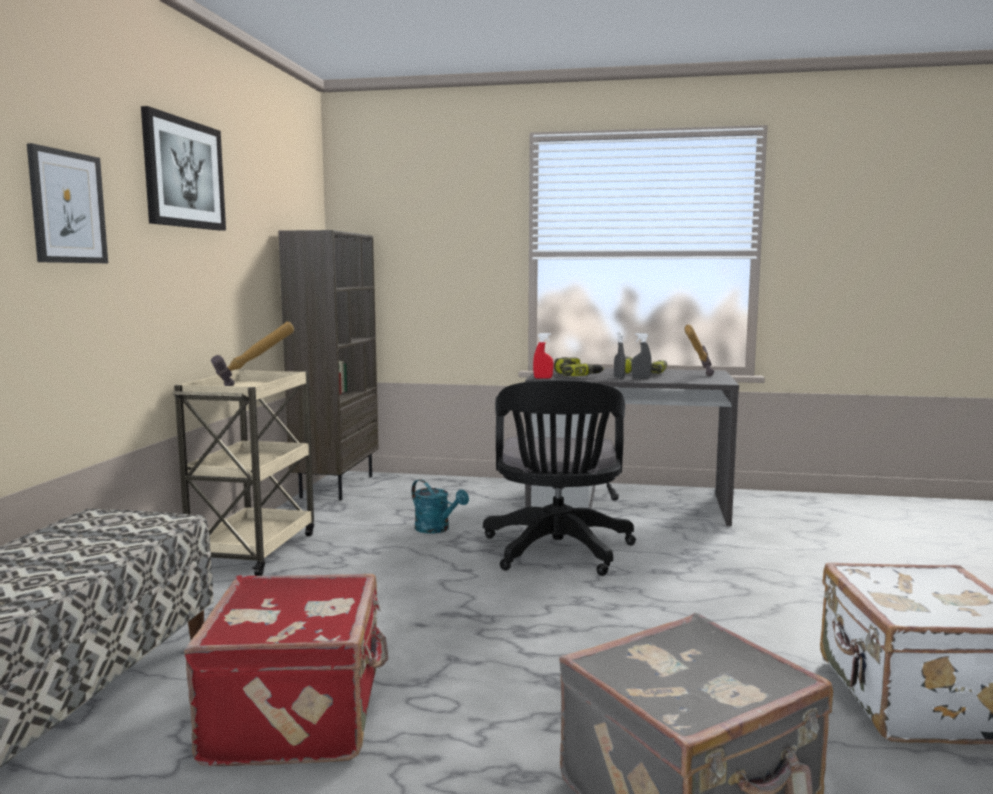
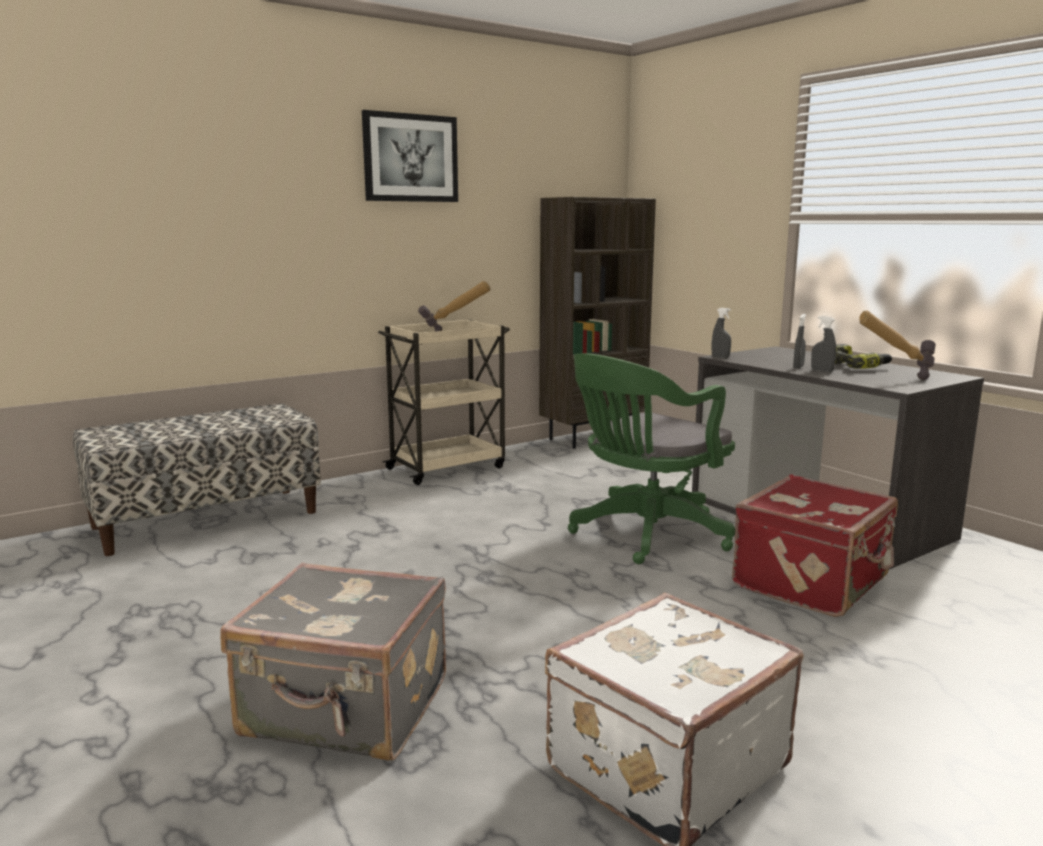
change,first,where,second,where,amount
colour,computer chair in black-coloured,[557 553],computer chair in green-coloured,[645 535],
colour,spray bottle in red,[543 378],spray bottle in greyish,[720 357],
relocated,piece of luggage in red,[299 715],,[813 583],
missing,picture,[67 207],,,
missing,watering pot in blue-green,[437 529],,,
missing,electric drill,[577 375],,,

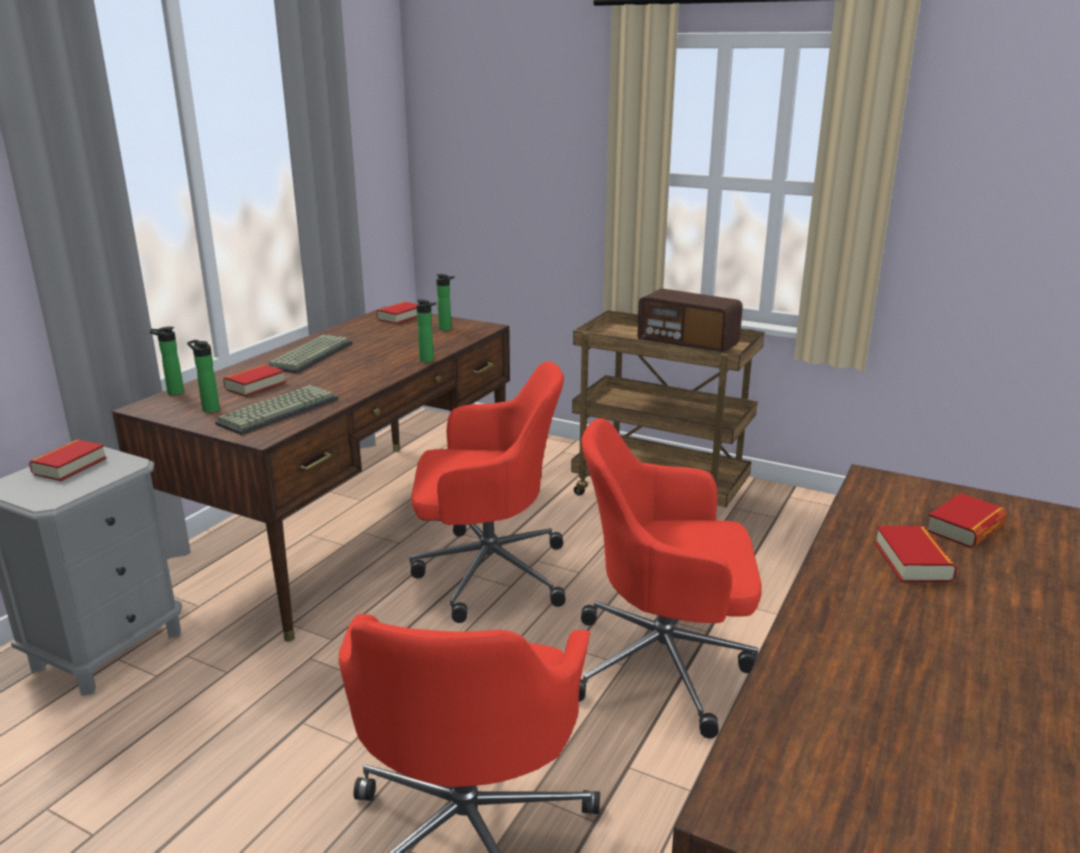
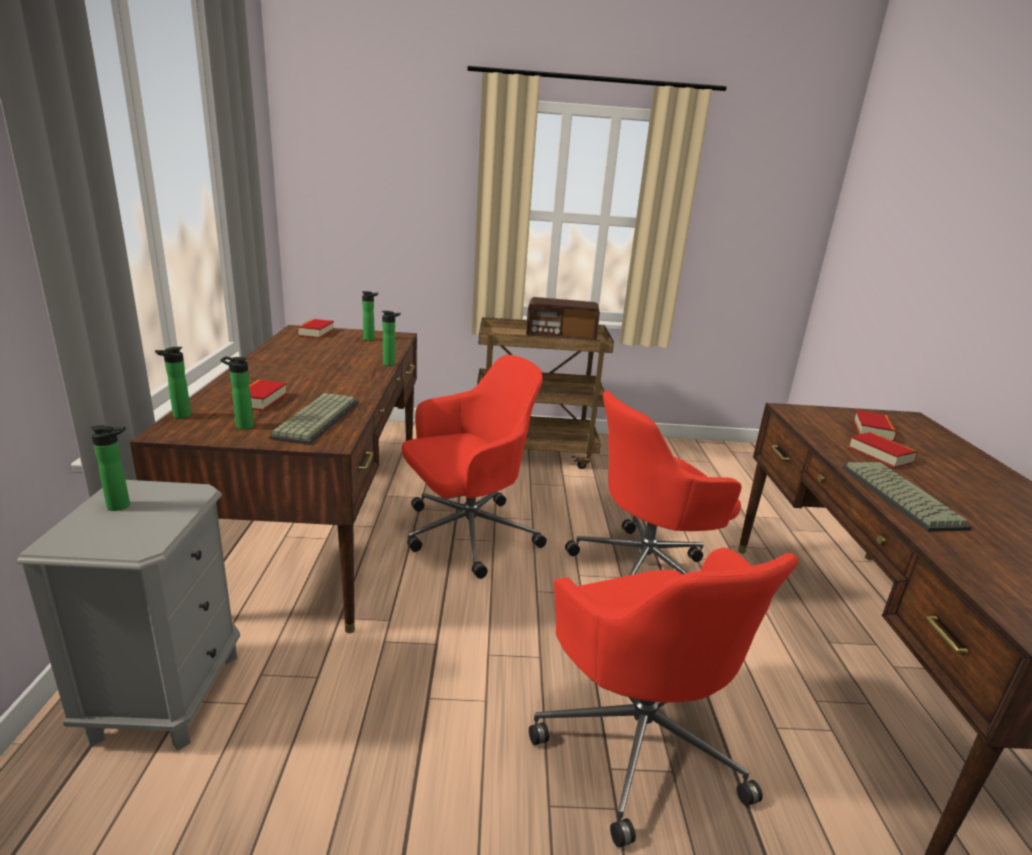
change,first,where,second,where,amount
exchanged,book,[69 466],drink bottle,[122 506],
relocated,keyboard,[310 355],,[897 496],

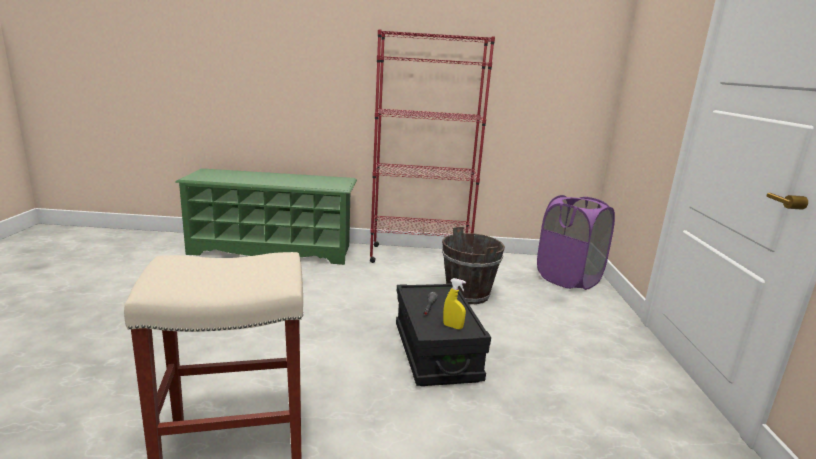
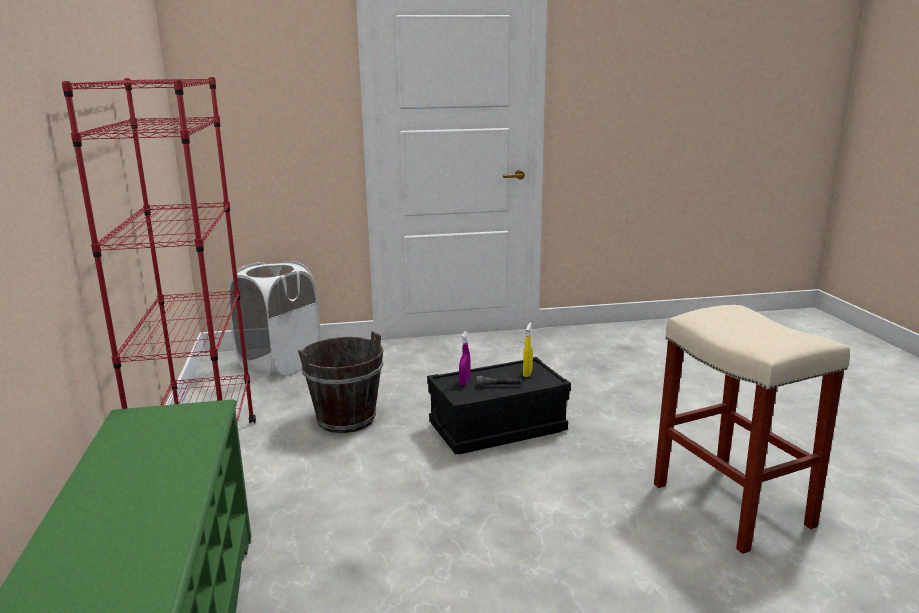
change,first,where,second,where,amount
colour,hamper in purple,[568 279],hamper in whitish,[279 364],
appeared,,,spray bottle in purple,[464 382],

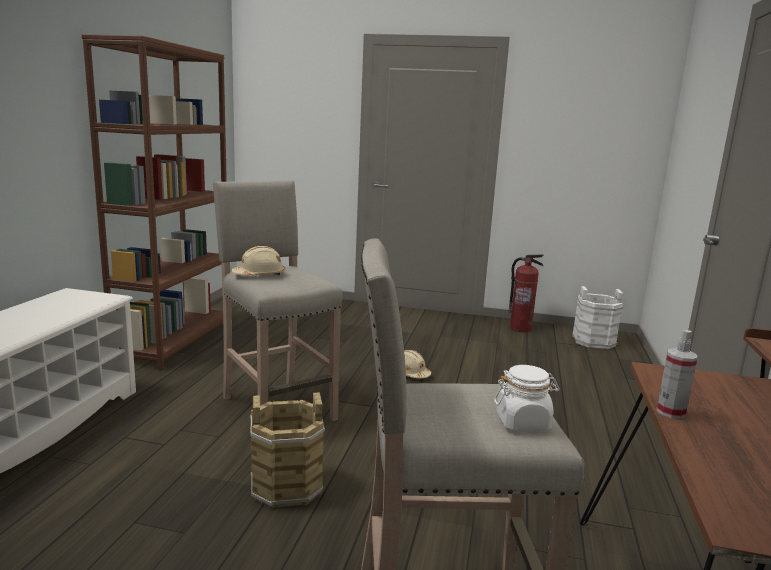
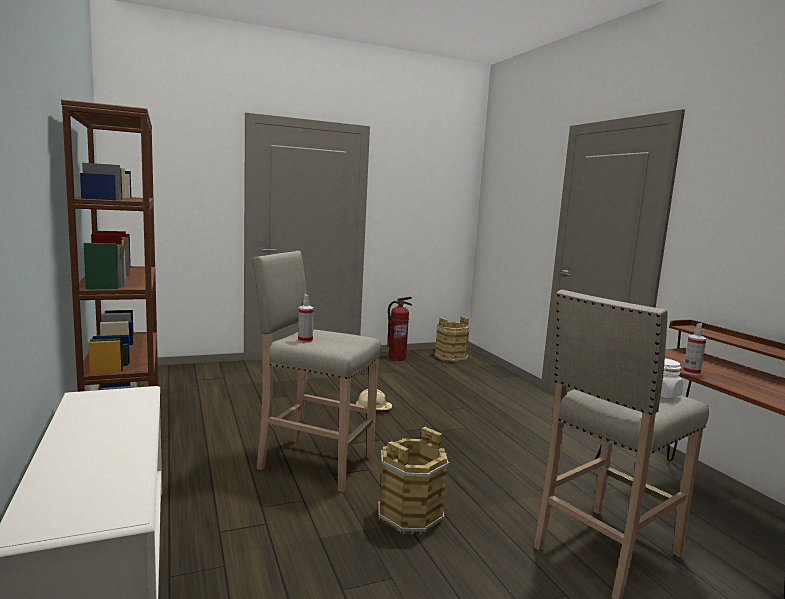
change,first,where,second,where,amount
exchanged,safety helmet in sand-coloured,[259 275],spray bottle,[305 340],
colour,pail in whitish,[594 341],pail in brown,[451 357],

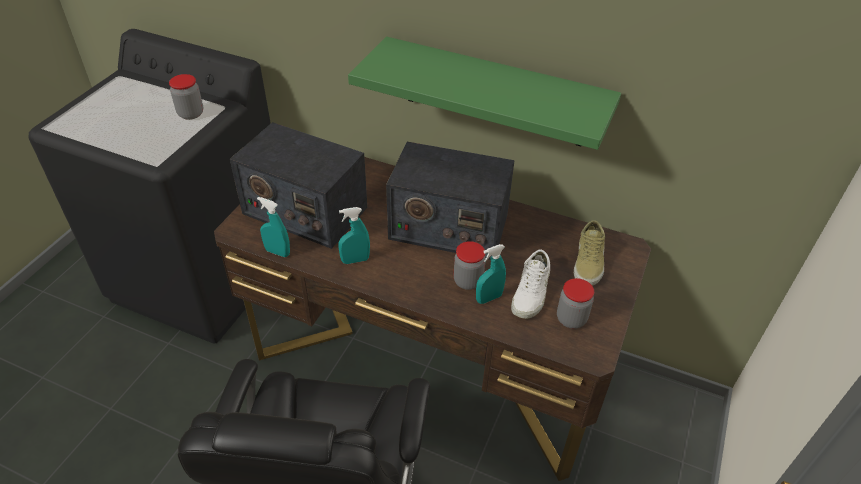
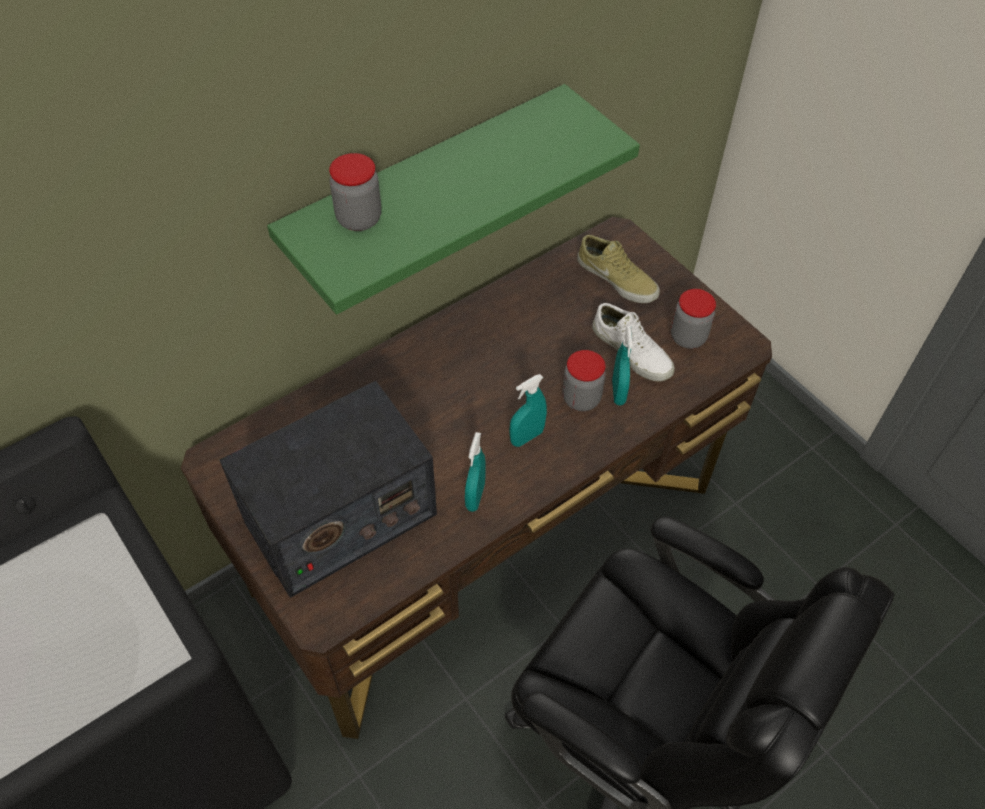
change,first,where,second,where,amount
relocated,storage jar,[191 114],,[359 219],
relocated,spray bottle in blue-green,[277 252],,[526 437],
missing,radio,[448 226],,,

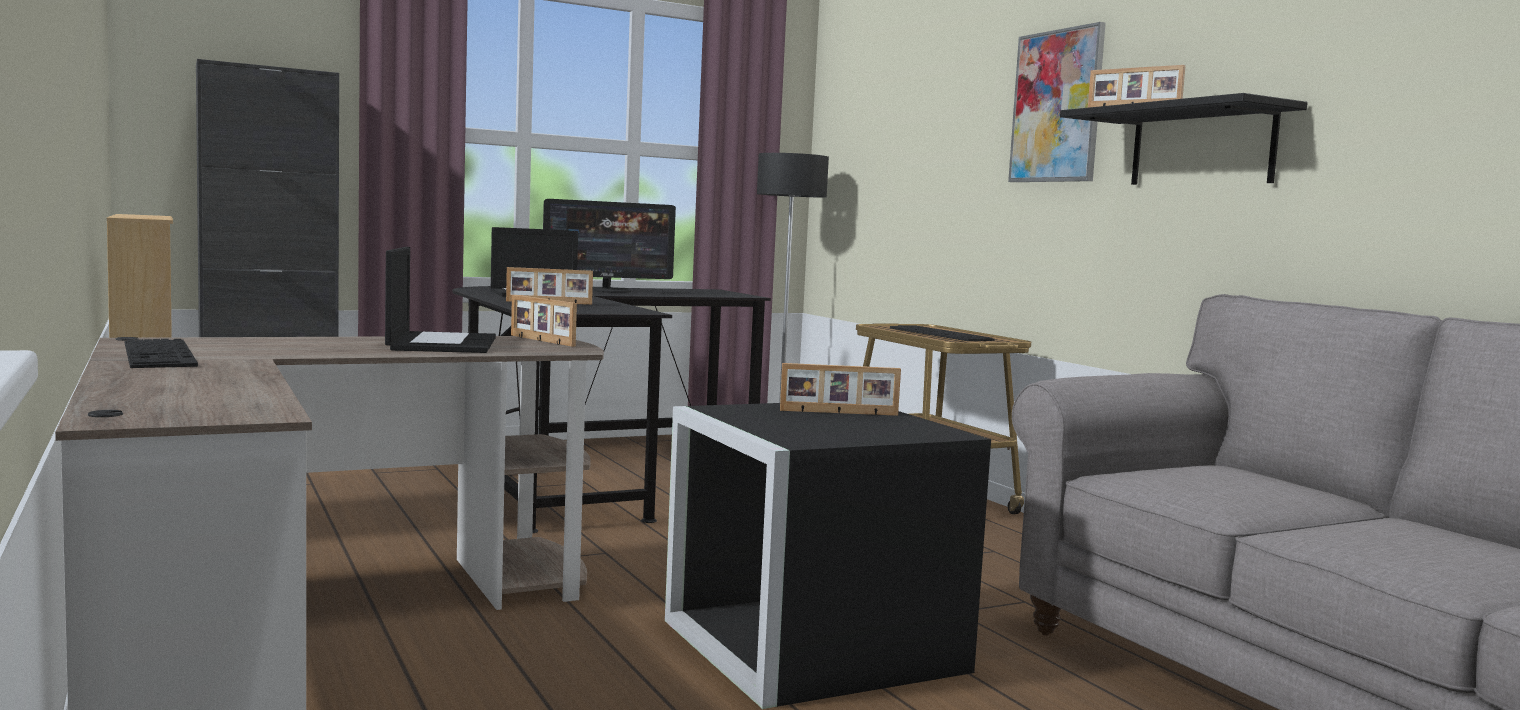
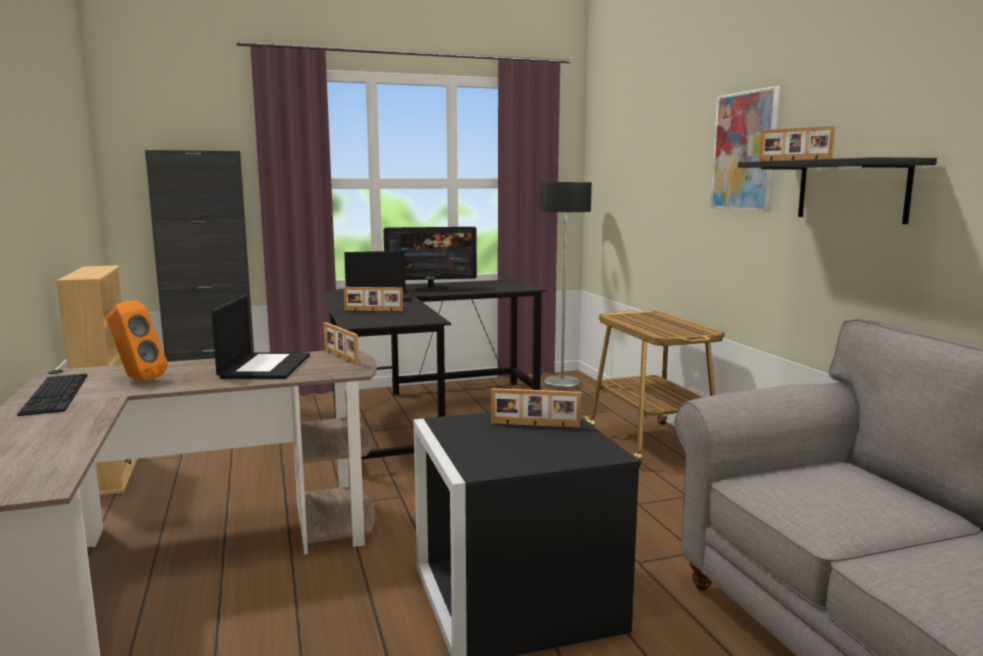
change,first,where,second,where,amount
appeared,,,audio speaker in orange,[137 379],
missing,keyboard,[940 334],,,

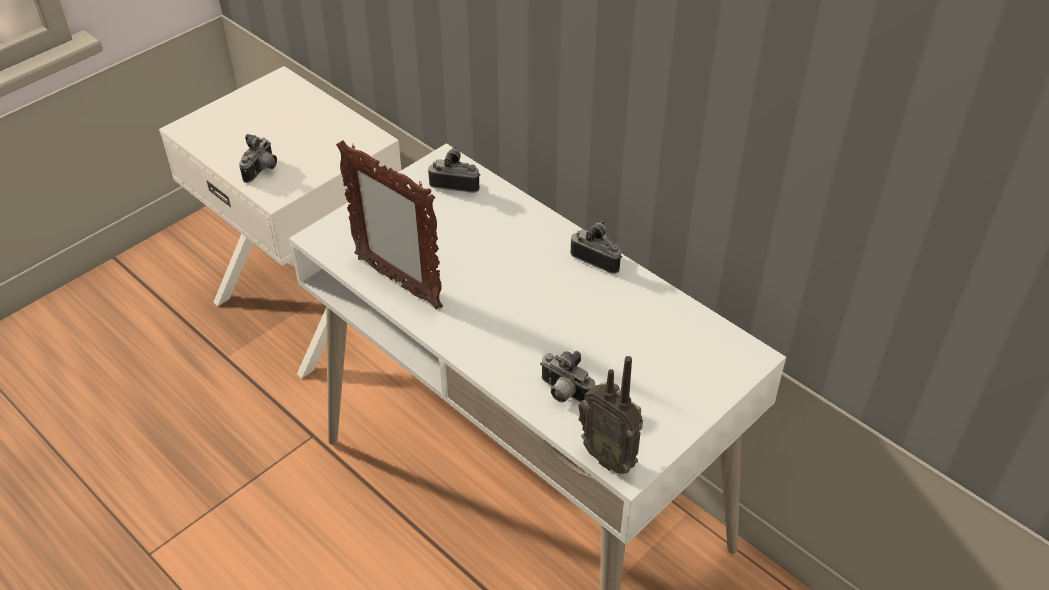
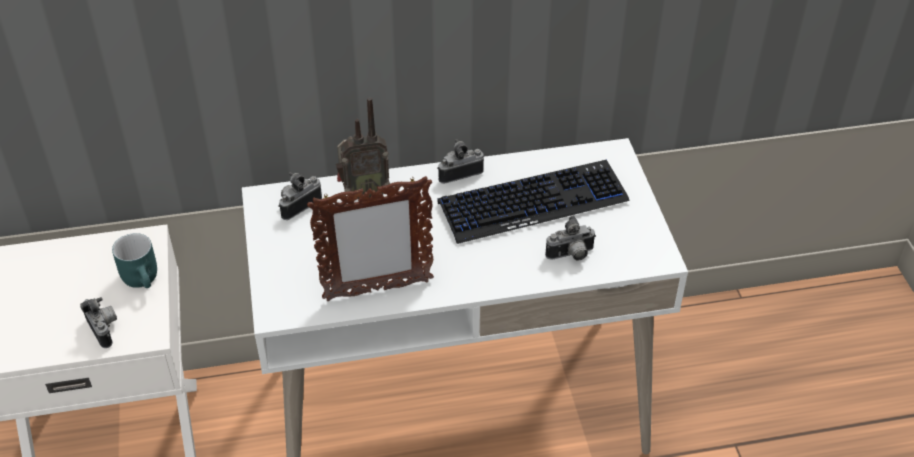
change,first,where,second,where,amount
appeared,,,coffee mug in blue-green,[144 279],
relocated,radio,[610 456],,[363 194],
appeared,,,keyboard,[533 202],

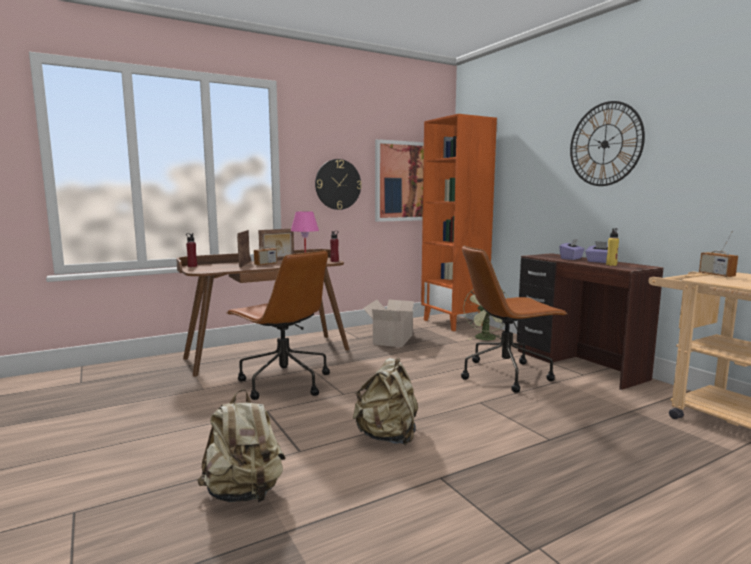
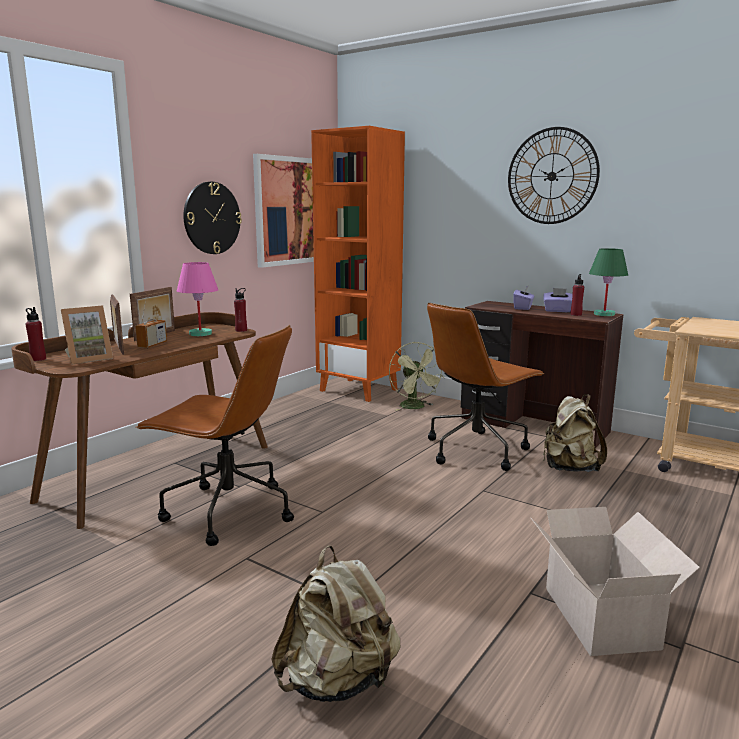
change,first,where,second,where,amount
appeared,,,picture frame,[88 359],
relocated,carton,[394 339],,[599 615],
relocated,knapsack in sand-coloured,[387 436],,[569 468],
colour,drink bottle in yellowish,[611 265],drink bottle in red,[576 314],
appeared,,,tabletop lamp in green-coloured,[604 314],
missing,radio,[716 275],,,

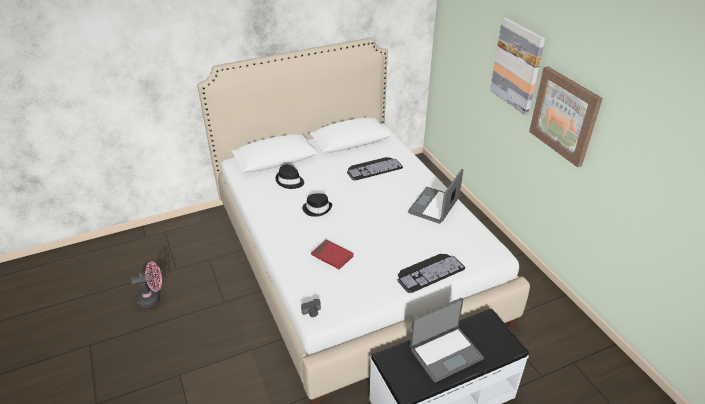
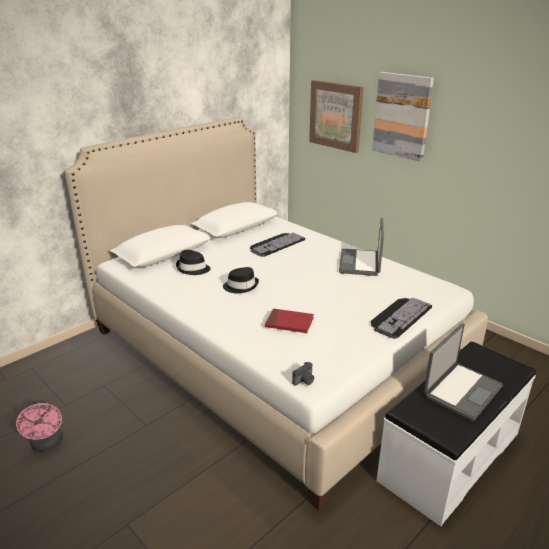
change,first,where,second,where,amount
spun,cooling fan in pinkish,[153 298],,[47 444],105 degrees clockwise
relocated,picture,[564 115],,[336 115],

